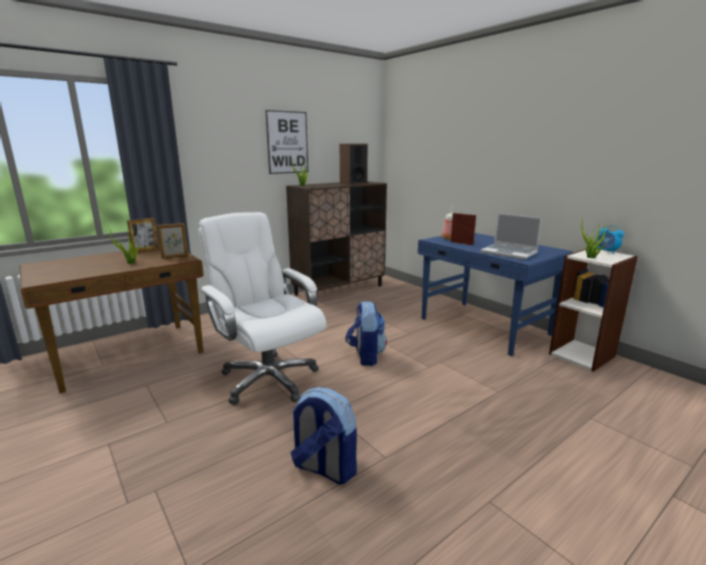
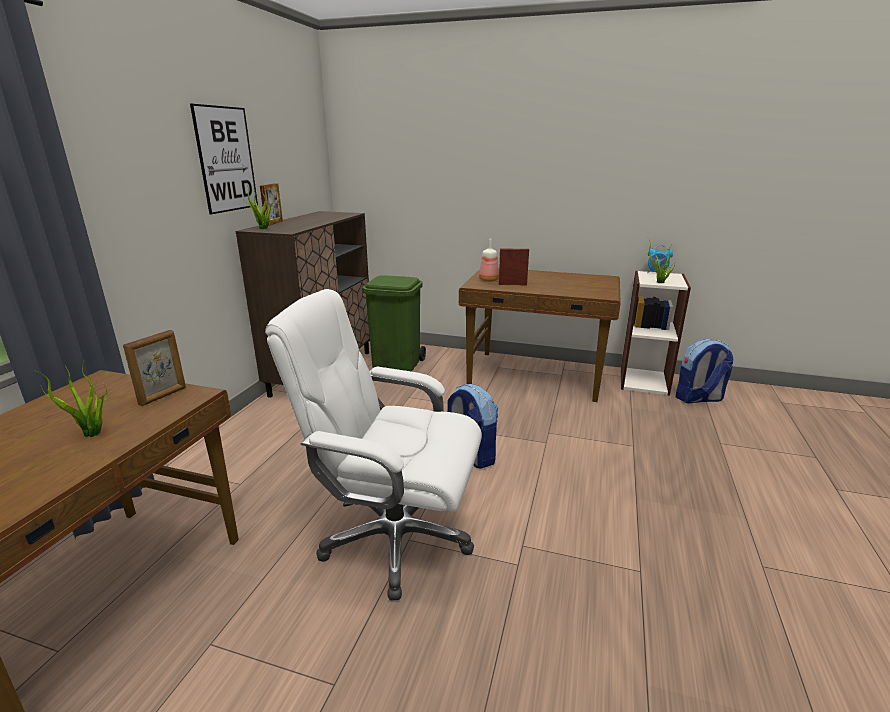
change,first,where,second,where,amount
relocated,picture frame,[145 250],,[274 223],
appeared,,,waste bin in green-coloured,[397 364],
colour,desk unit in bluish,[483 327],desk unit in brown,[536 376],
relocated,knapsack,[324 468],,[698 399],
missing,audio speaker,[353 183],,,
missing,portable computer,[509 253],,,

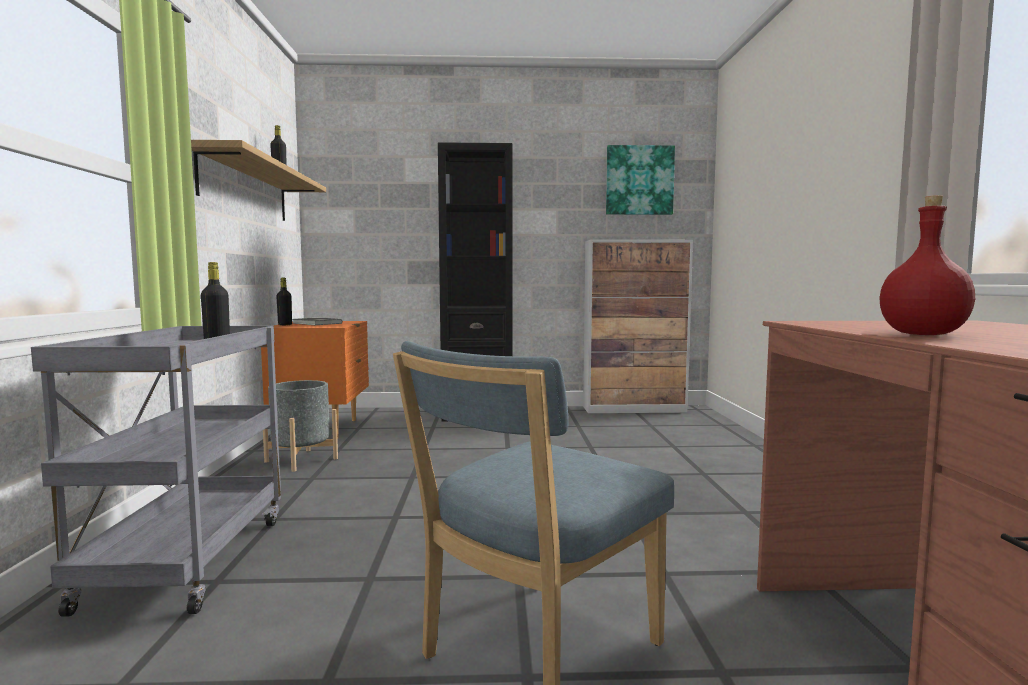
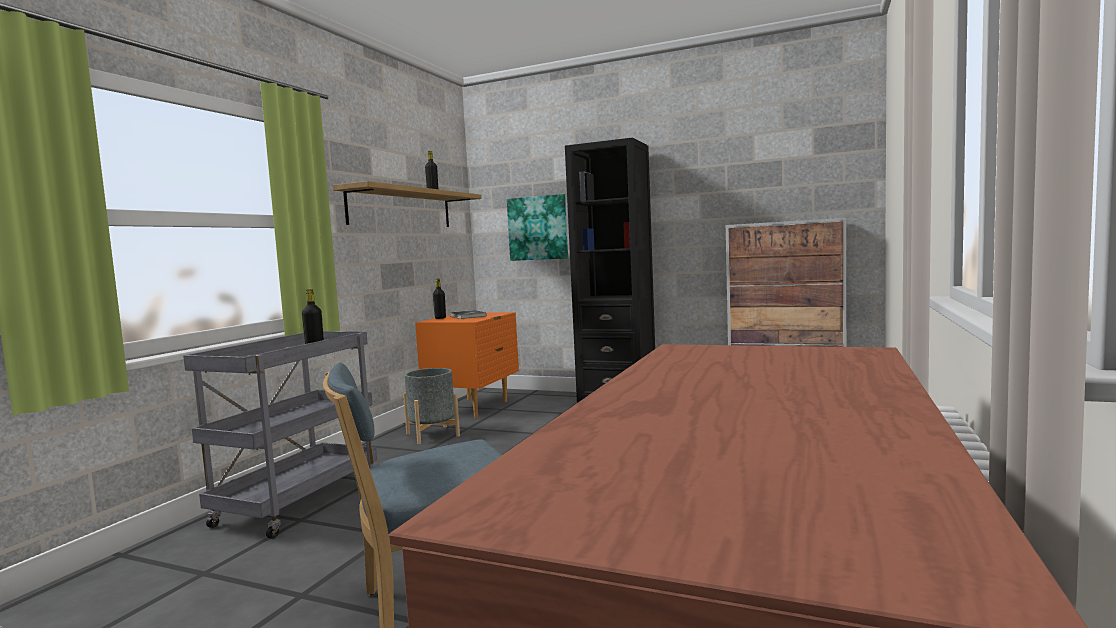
change,first,where,second,where,amount
relocated,picture,[639 180],,[538 228],
missing,drink bottle in red,[924 334],,,

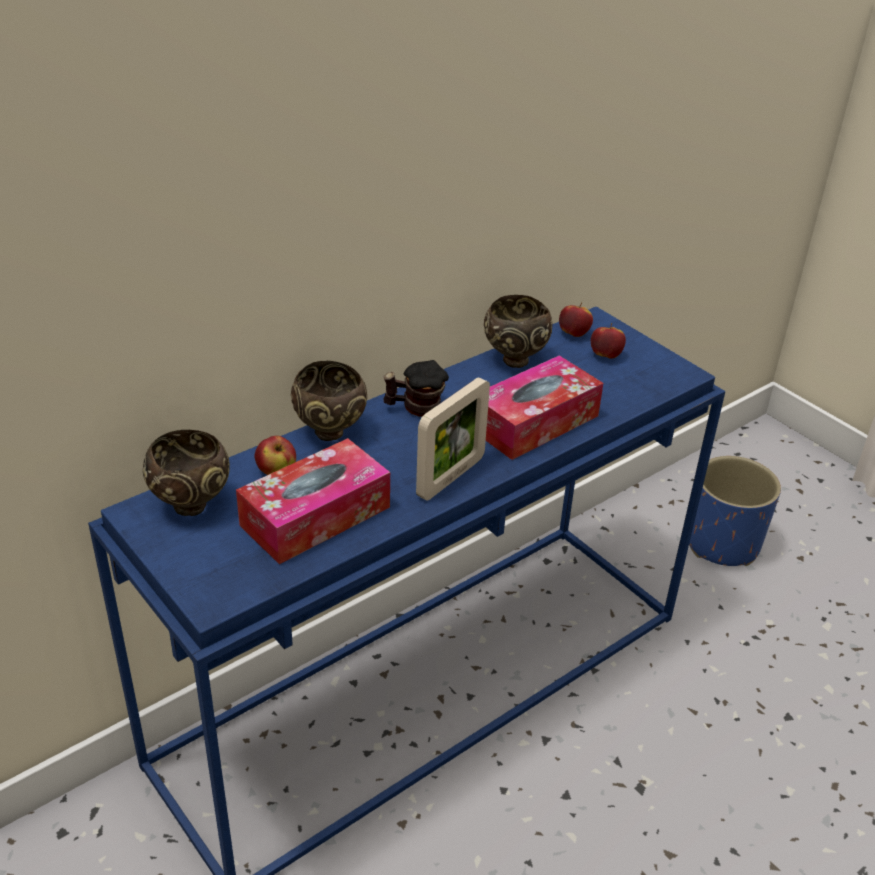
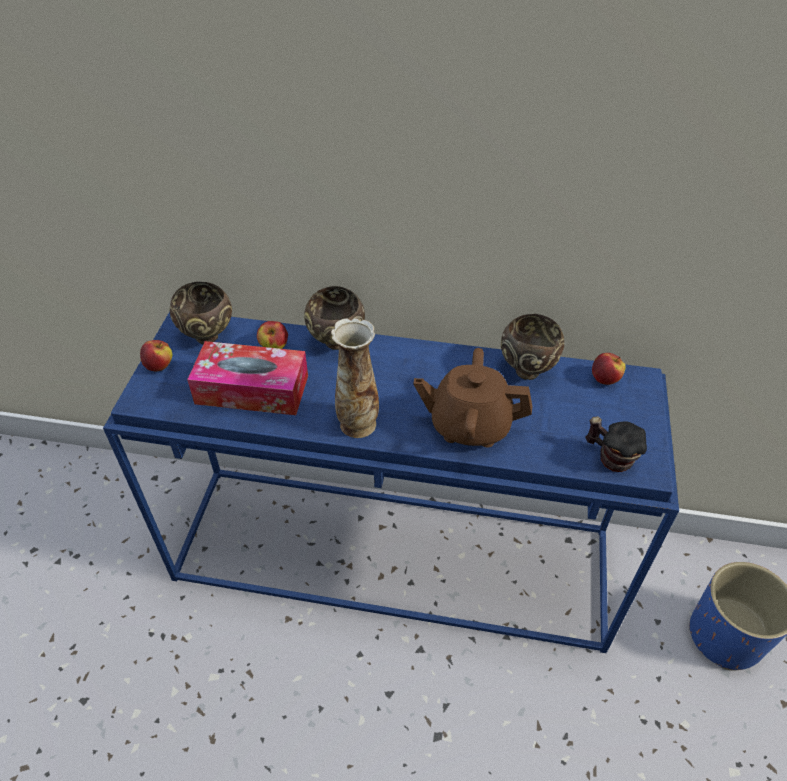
change,first,where,second,where,amount
relocated,apple,[605 355],,[160 366],
exchanged,picture frame,[450 477],decorative vase,[358 423],
exchanged,tissue box,[534 422],teapot in brown,[469 425],
relocated,coffee mug,[415 408],,[610 457],

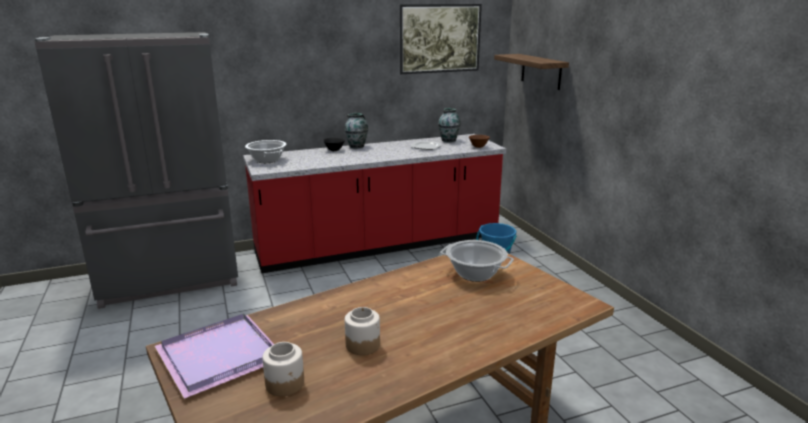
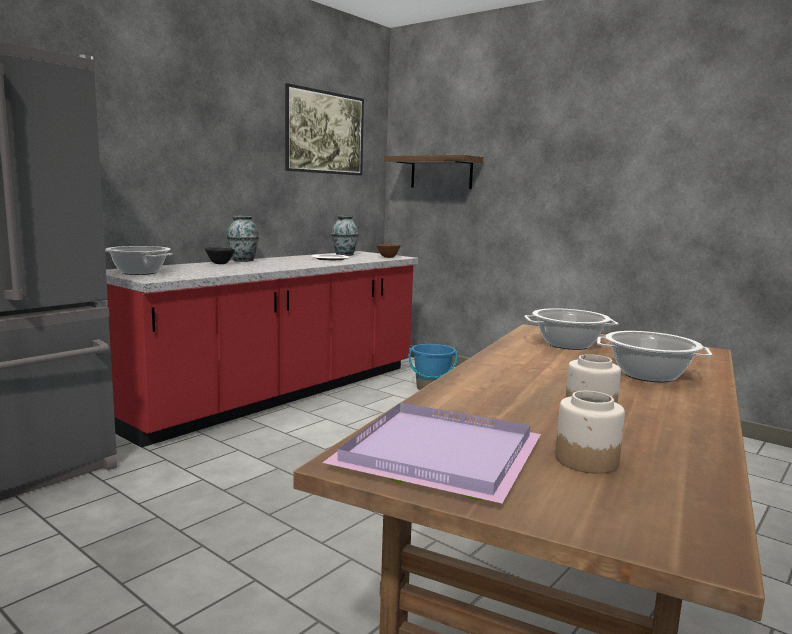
change,first,where,second,where,amount
appeared,,,stockpot,[648 375],

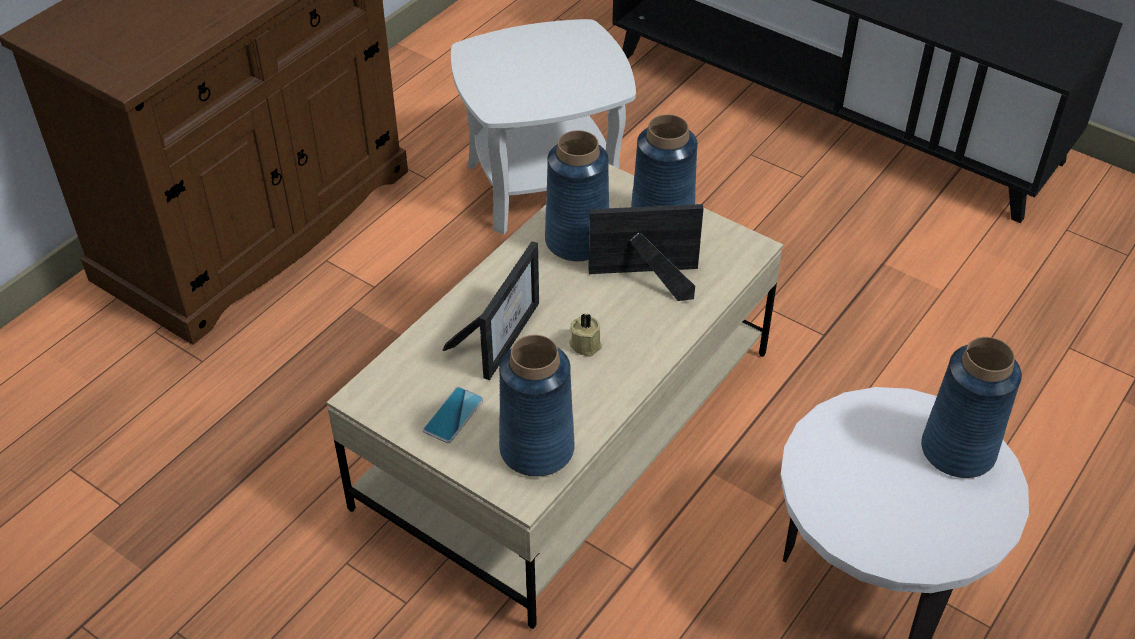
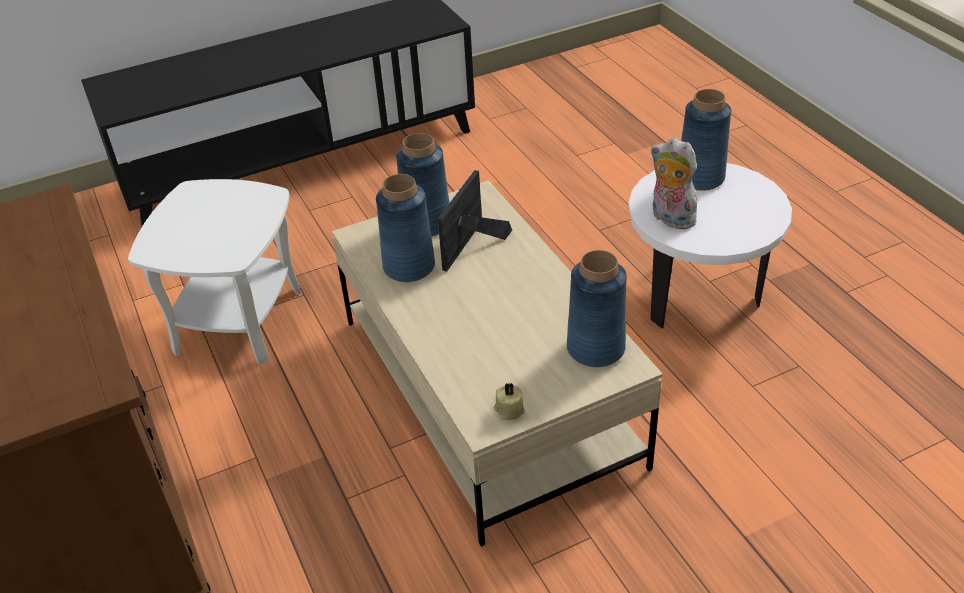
change,first,where,second,where,amount
relocated,candle in sand-coloured,[586 344],,[508 410],
appeared,,,plush toy,[669 218],
missing,telephone,[453 415],,,
missing,picture frame,[502 335],,,

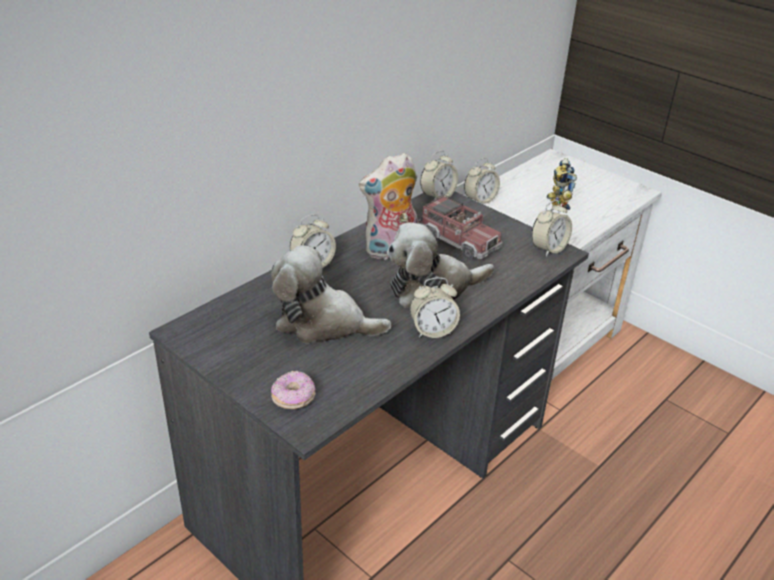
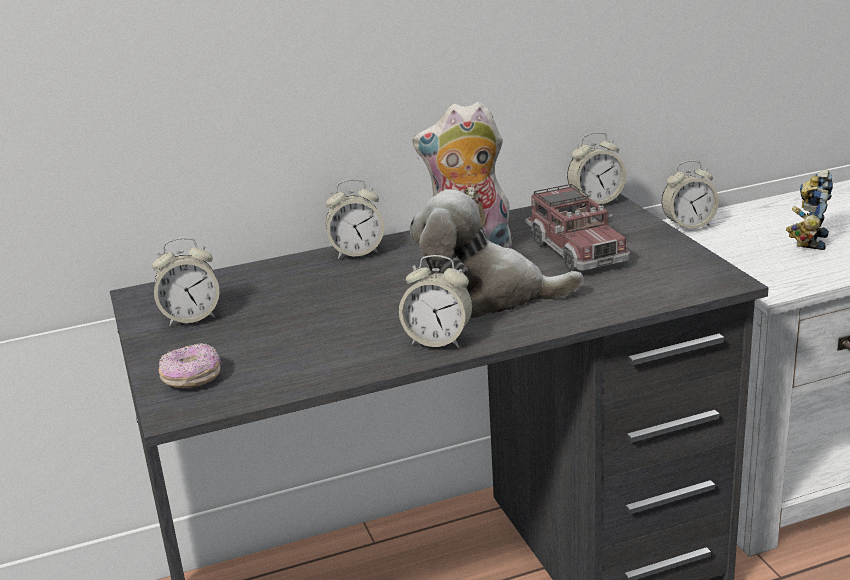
change,first,where,second,where,amount
relocated,bedside clock,[548 249],,[191 317],
missing,plush toy,[323 323],,,

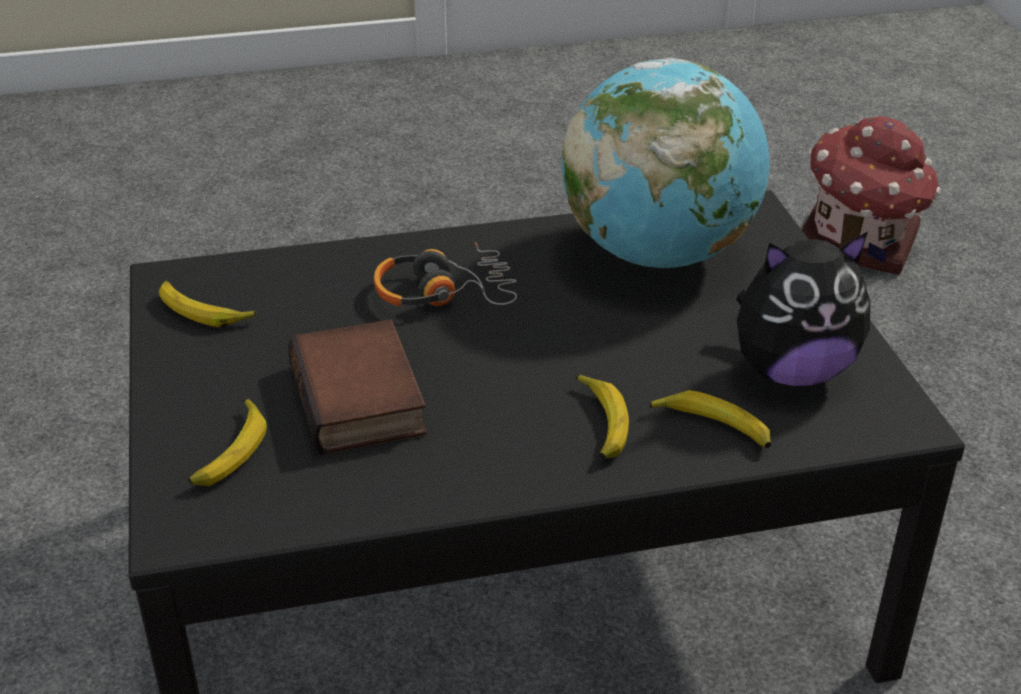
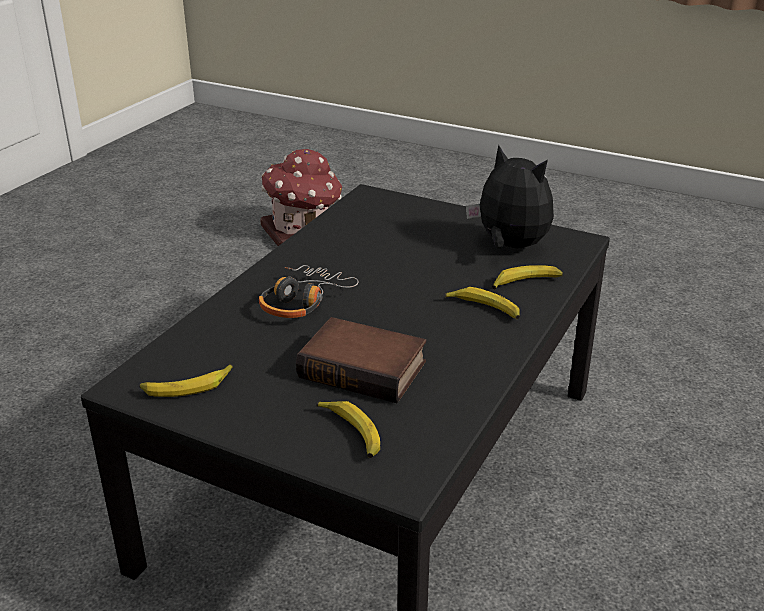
change,first,where,second,where,amount
spun,plush toy,[791 371],,[509 246],75 degrees counterclockwise
missing,desk globe,[658 253],,,

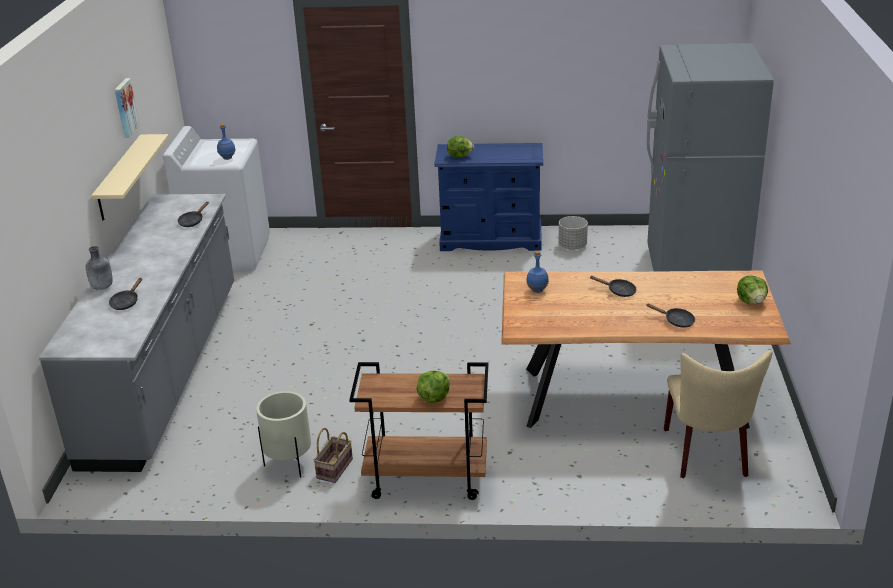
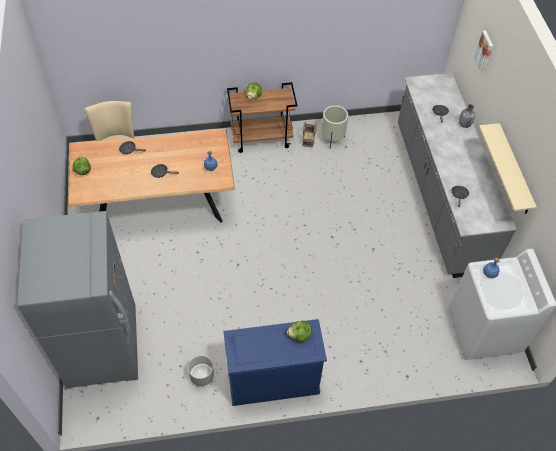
change,first,where,second,where,amount
relocated,picture,[124 108],,[485 51],

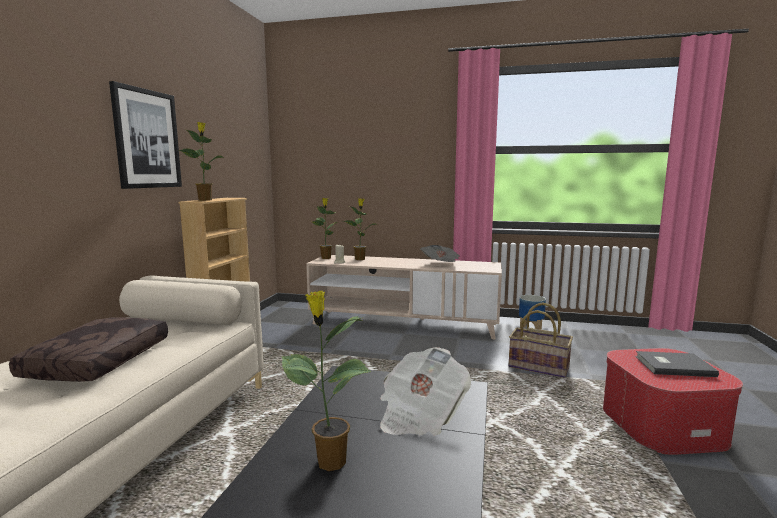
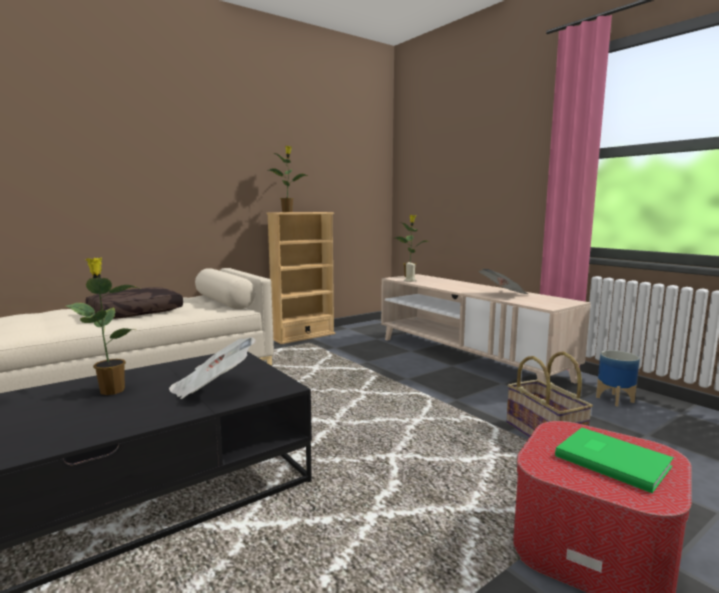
change,first,where,second,where,amount
colour,book in greyish,[672 365],book in green-coloured,[611 459],
missing,picture,[147 139],,,
missing,plant in a pot,[360 259],,,

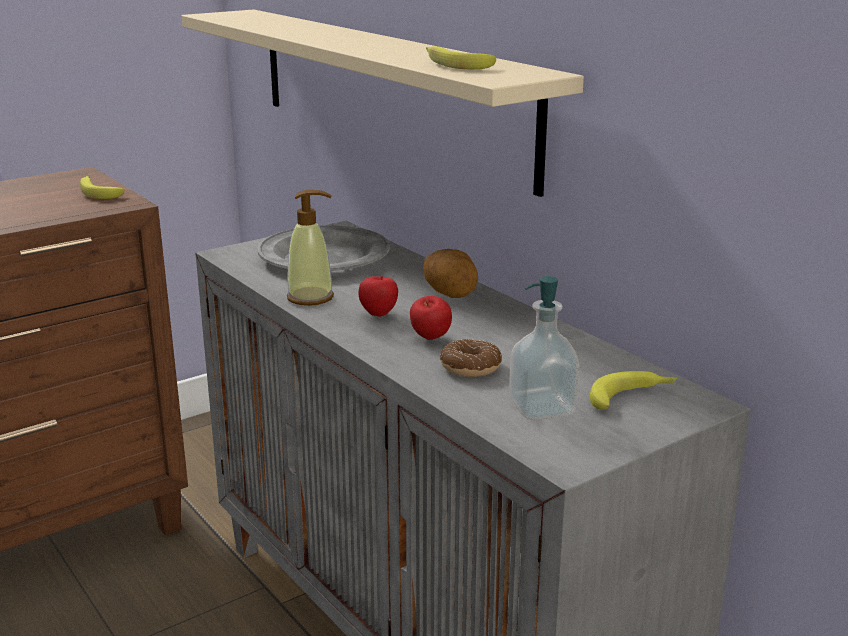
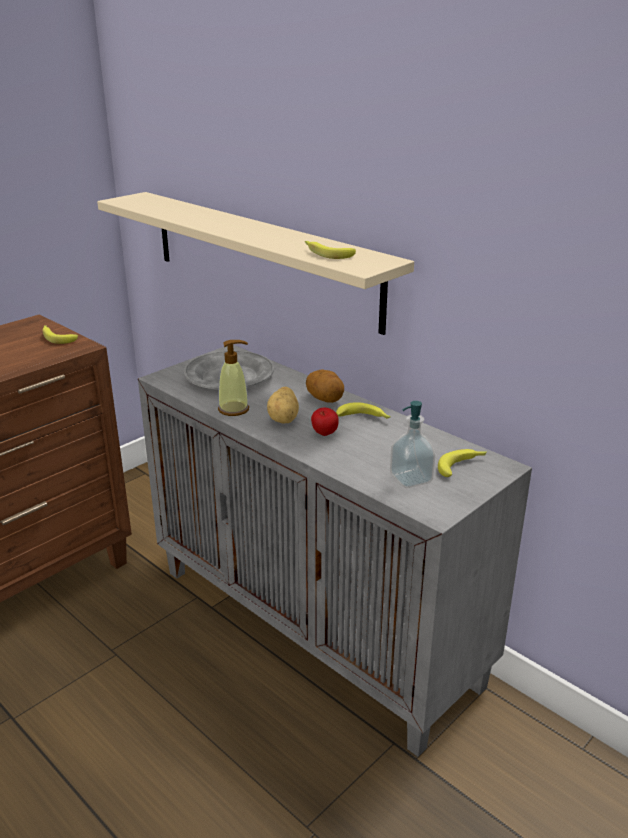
change,first,where,second,where,amount
exchanged,apple,[379 314],potato,[284 419],
appeared,,,banana fruit,[364 418],
missing,doughnut,[470 367],,,

